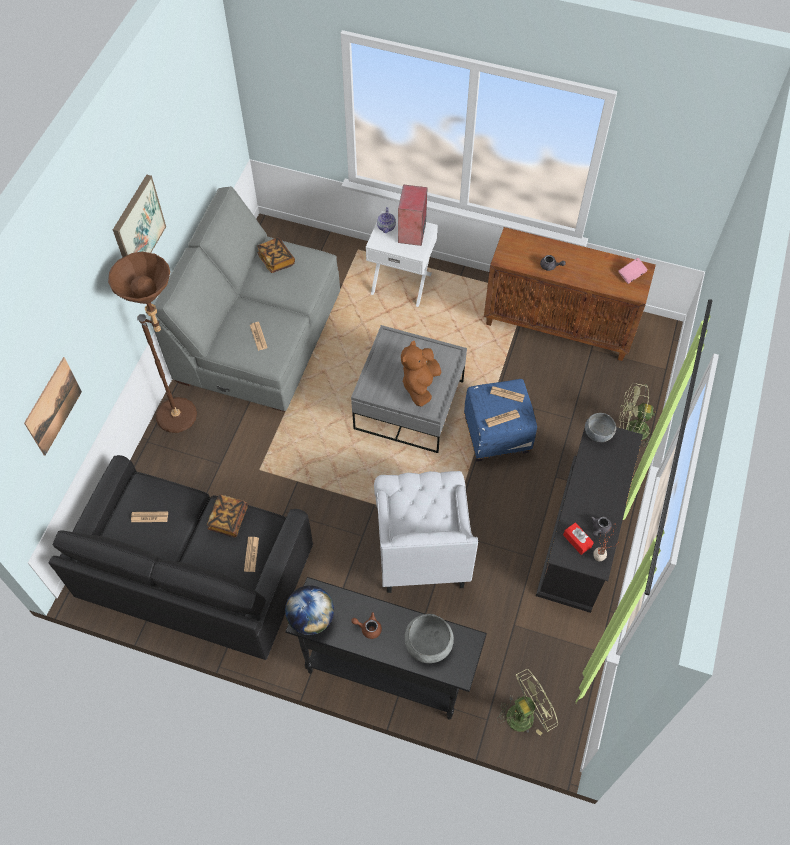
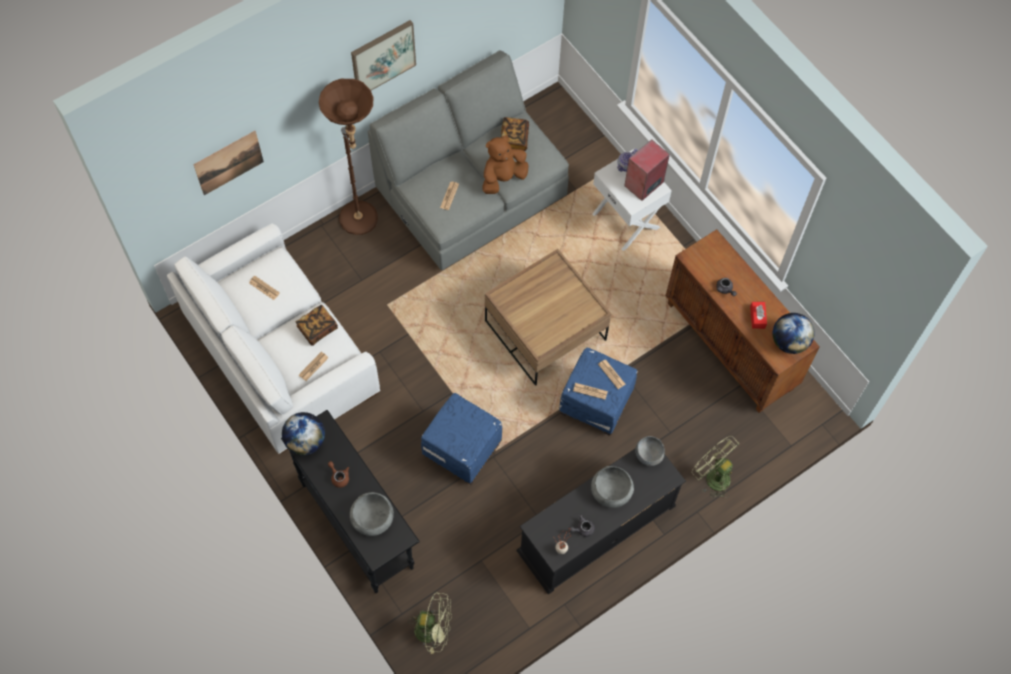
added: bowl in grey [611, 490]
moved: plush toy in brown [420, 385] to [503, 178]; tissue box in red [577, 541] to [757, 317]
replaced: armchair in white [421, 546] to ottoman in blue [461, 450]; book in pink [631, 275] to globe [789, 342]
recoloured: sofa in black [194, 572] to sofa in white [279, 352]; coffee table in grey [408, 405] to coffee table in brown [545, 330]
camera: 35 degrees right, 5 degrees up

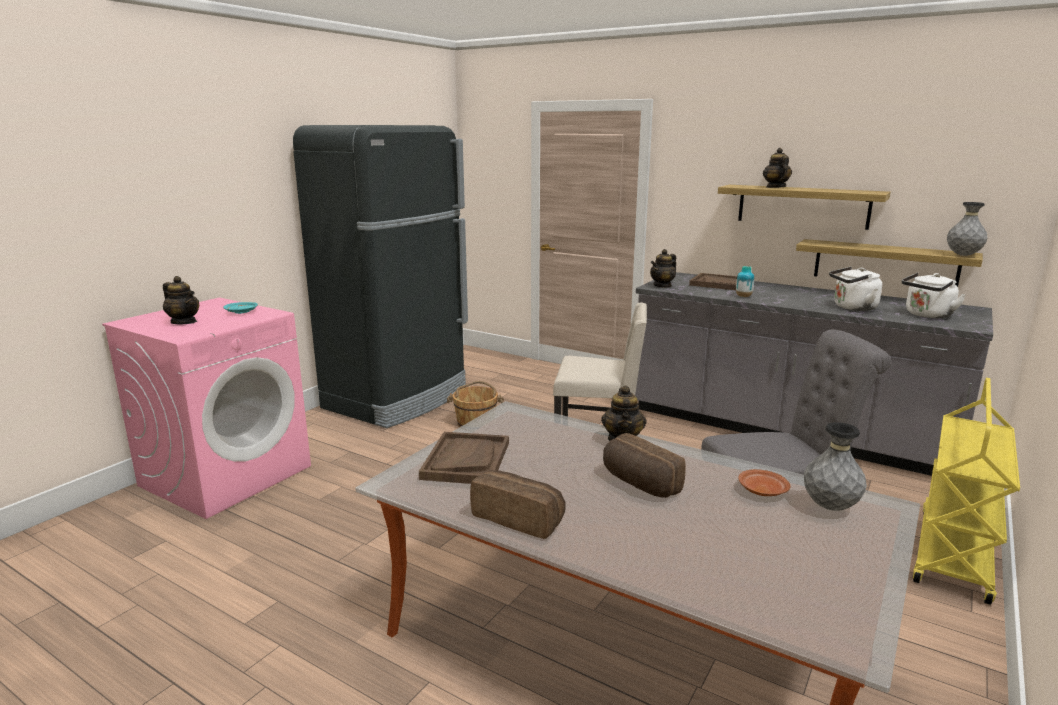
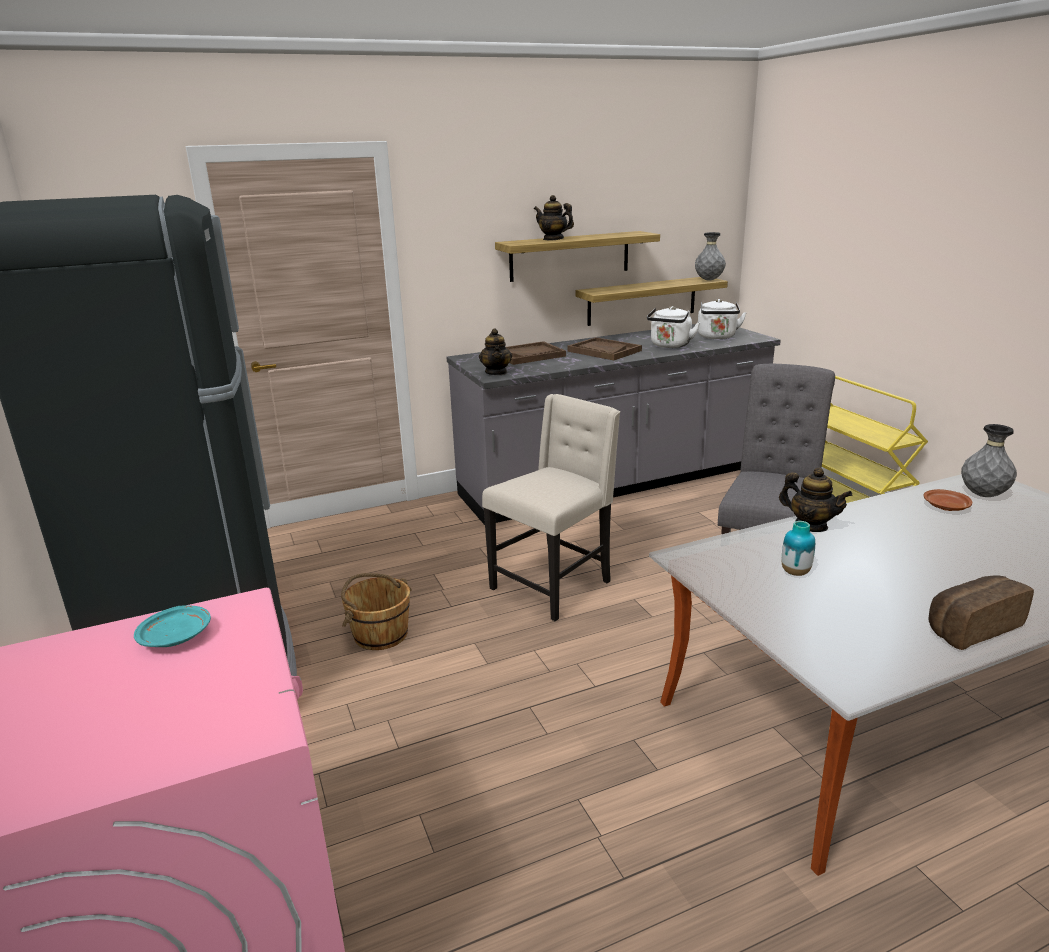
removed: teapot [184, 322]; bread [639, 483]
moved: tray in brown [466, 460] to [604, 351]; vase [743, 296] to [795, 572]
camera: 55 degrees left, 5 degrees up

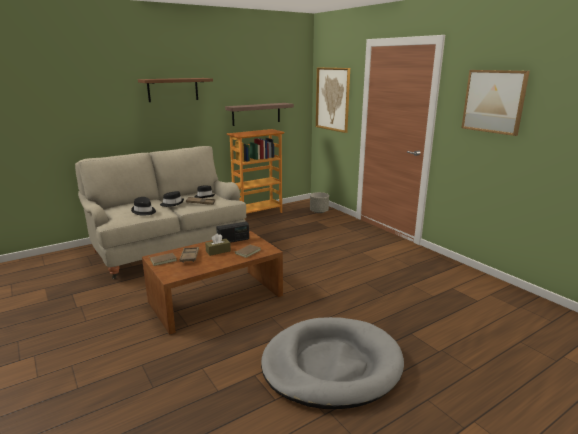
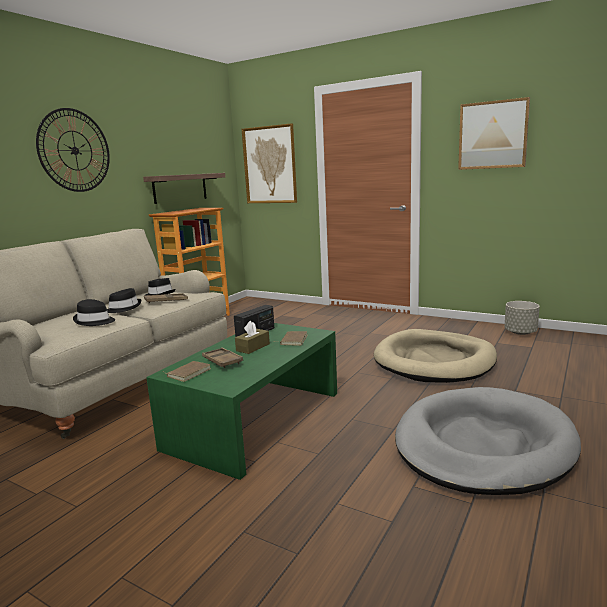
added: dog bed in beige [434, 361]
moved: planter in grey [319, 212] to [520, 332]
replaced: shelf in brown [173, 89] to wall clock [75, 150]
recoloured: coffee table in brown [216, 298] to coffee table in green [255, 419]
camera: 25 degrees left, 5 degrees down

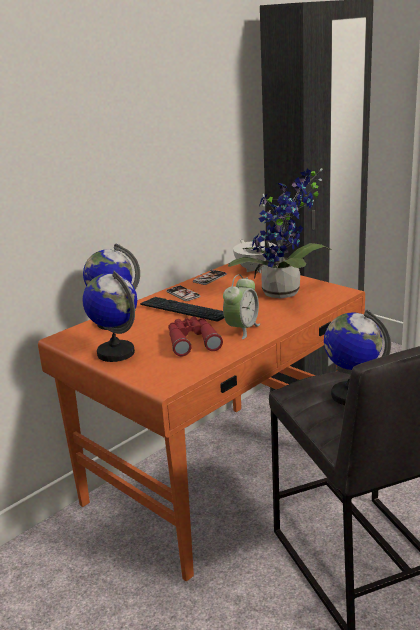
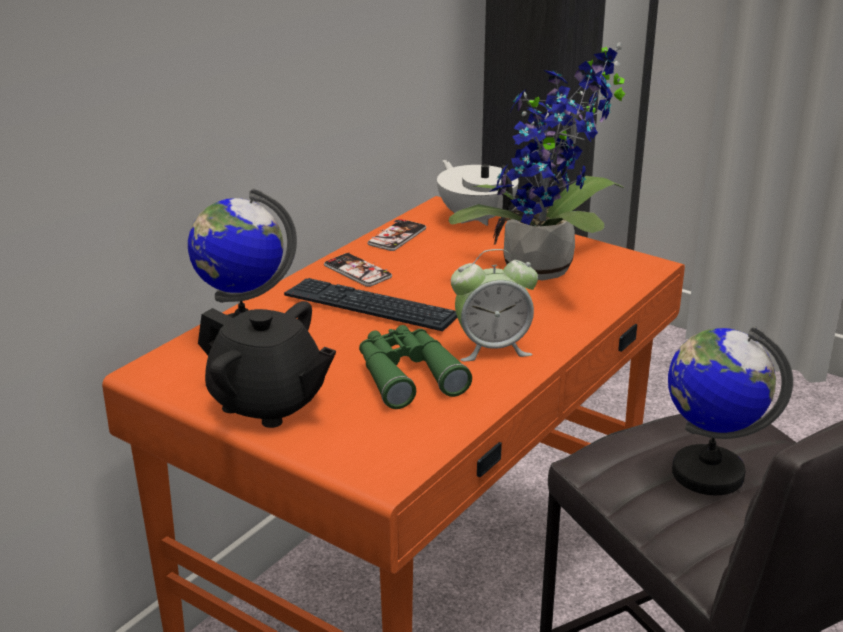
replaced: globe [116, 353] to teapot in black [268, 403]
recoloured: binoculars in red [192, 341] to binoculars in green [407, 375]
turned: alarm clock [242, 329] = [492, 348] 60 degrees clockwise
camera: 10 degrees left, 5 degrees up

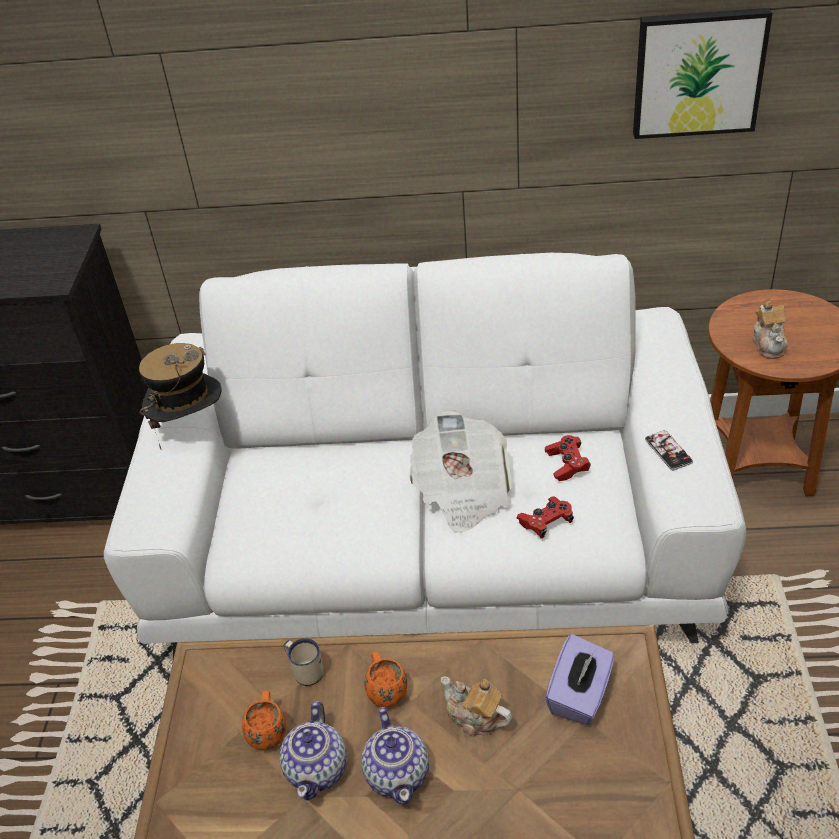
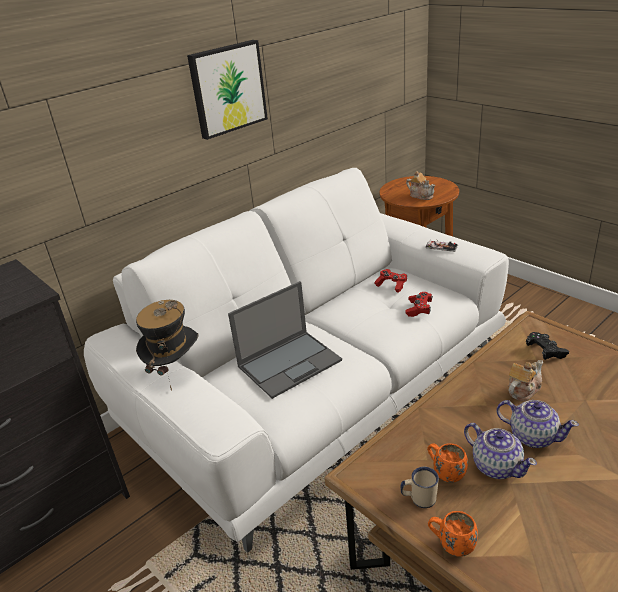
removed: newspaper [462, 491]
added: laptop [290, 363]
moved: picture [698, 73] to [227, 88]; mug in beige [305, 670] to [418, 498]; mug in orange [385, 690] to [451, 544]
replaced: tissue box in purple [580, 695] to game controller in black [545, 351]
turned: teapot [475, 717] = [523, 390] 150 degrees clockwise
camera: 45 degrees left, 10 degrees down

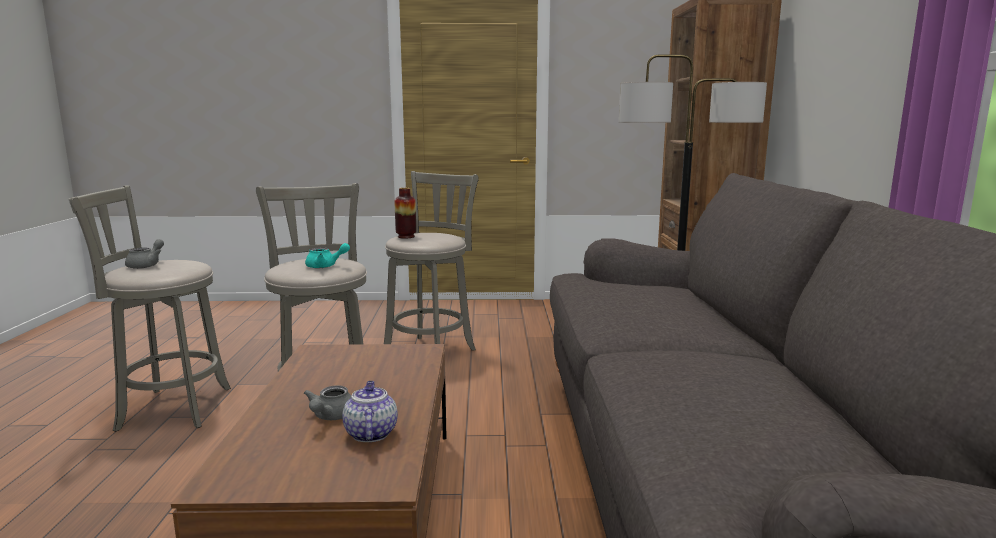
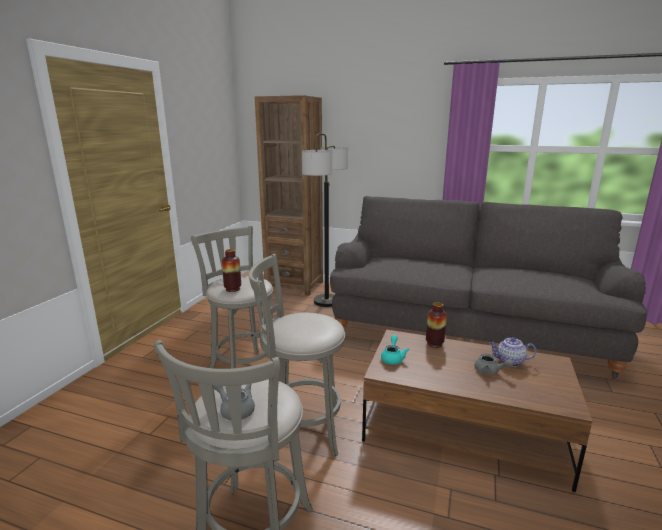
added: vase [434, 344]
moved: teapot in turquoise [325, 266] to [393, 358]
camera: 70 degrees left, 5 degrees up

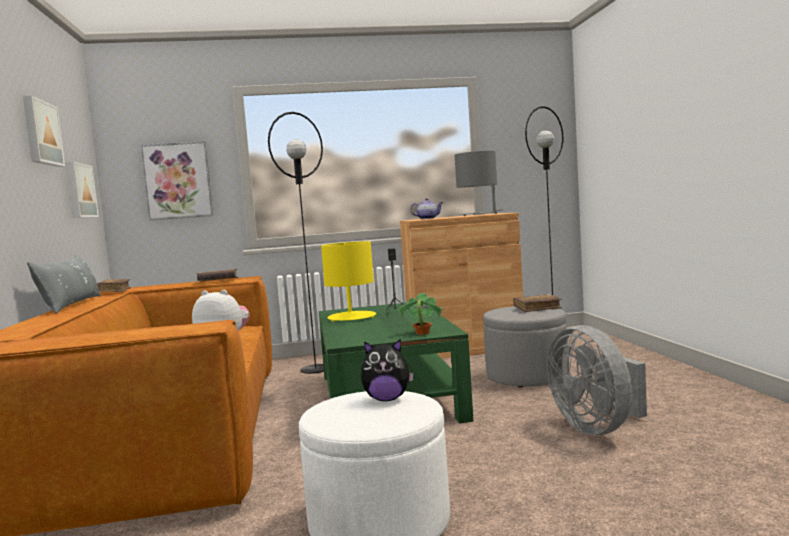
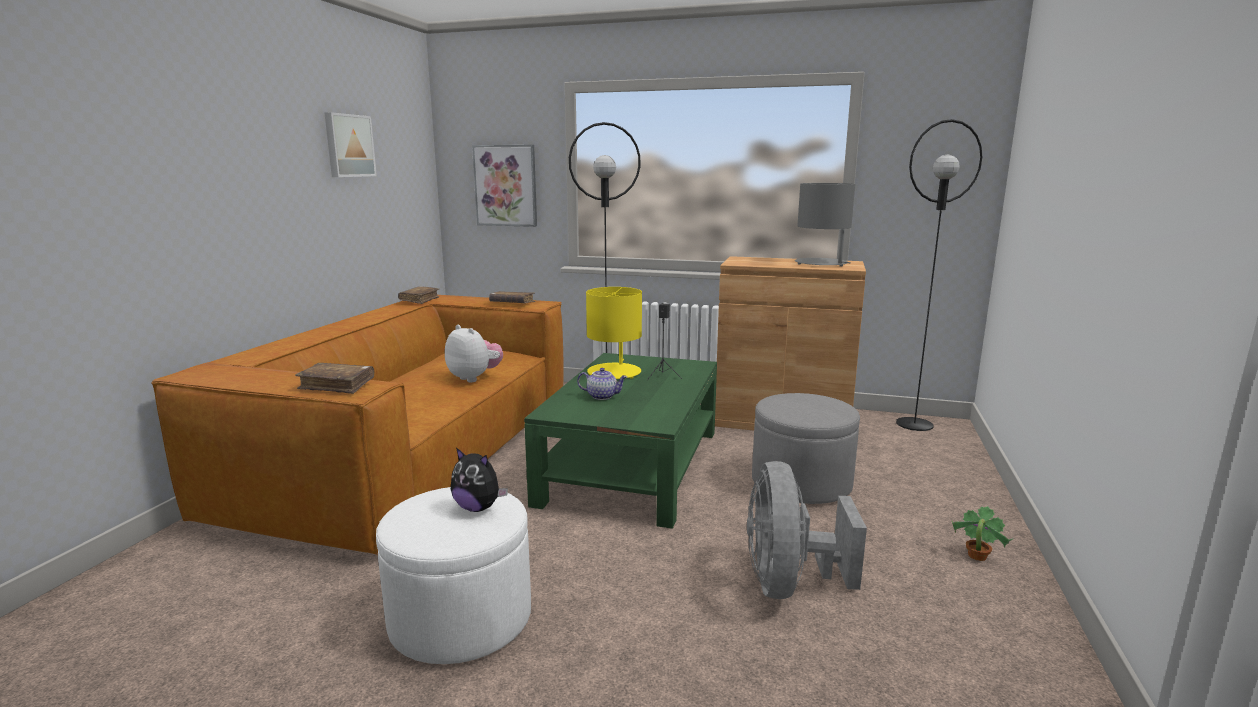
removed: pillow in grey [72, 305]; picture [79, 191]
moved: book in brown [537, 308] to [337, 385]; teapot [427, 218] to [602, 396]; potted plant [422, 333] to [976, 556]
camera: 25 degrees right, 10 degrees up

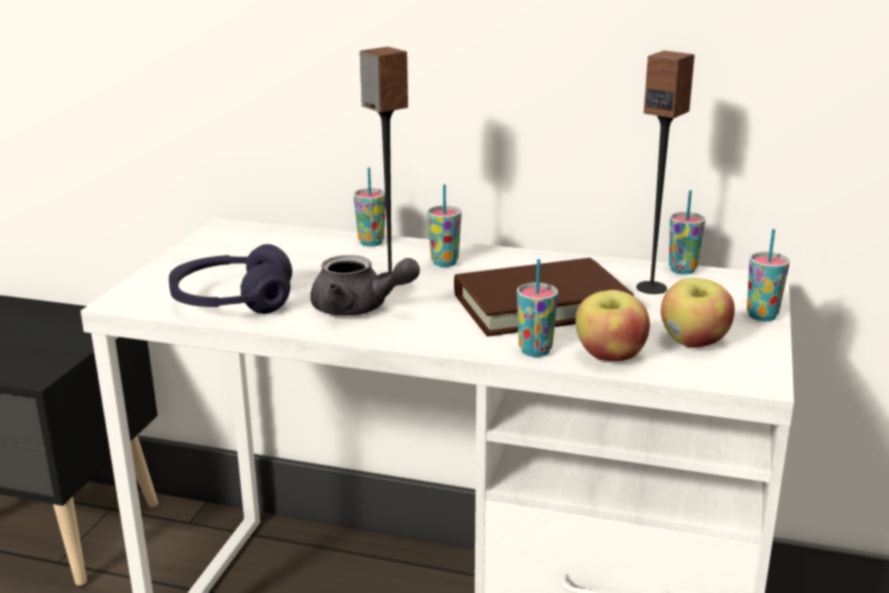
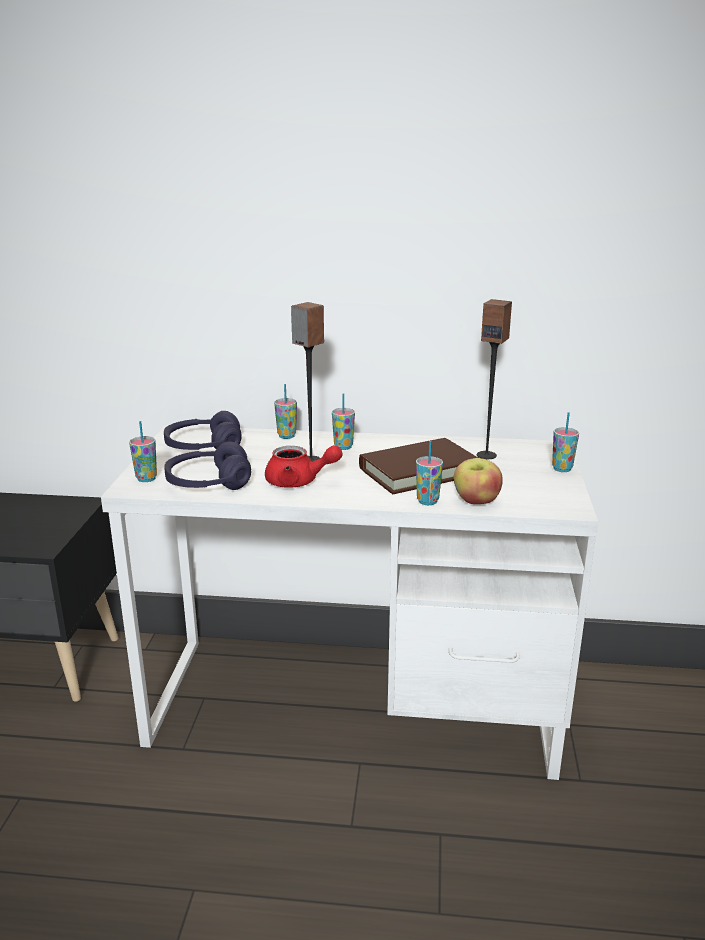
removed: apple [694, 342]
added: headphones in purple [203, 447]
moved: cup [682, 270] to [146, 479]
recoloured: teapot in grey [359, 308] to teapot in red [299, 482]
camera: 10 degrees left, 0 degrees up

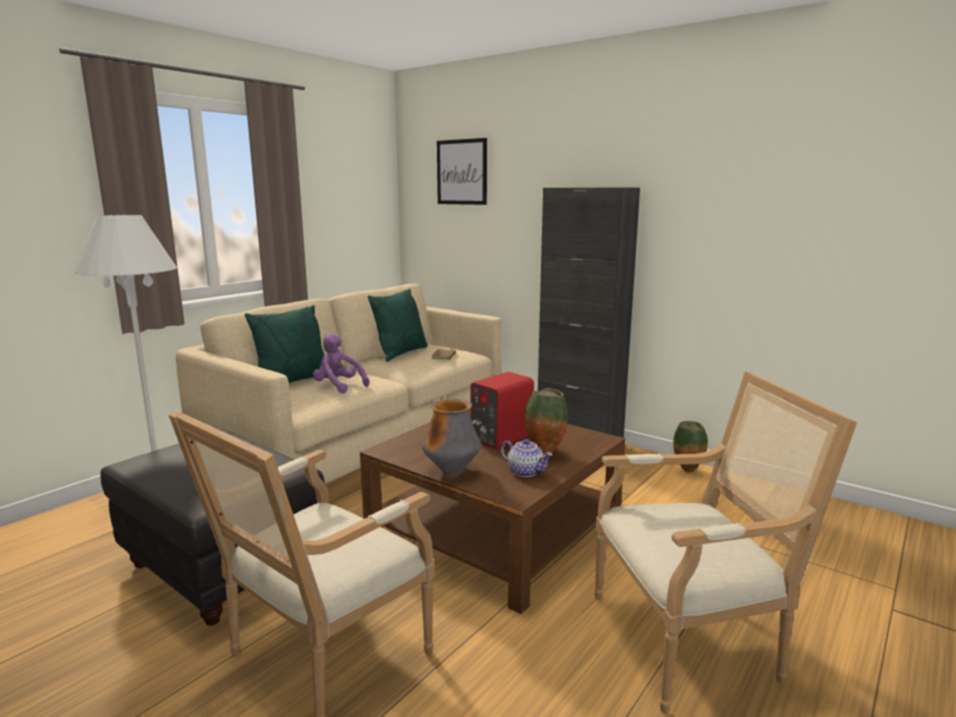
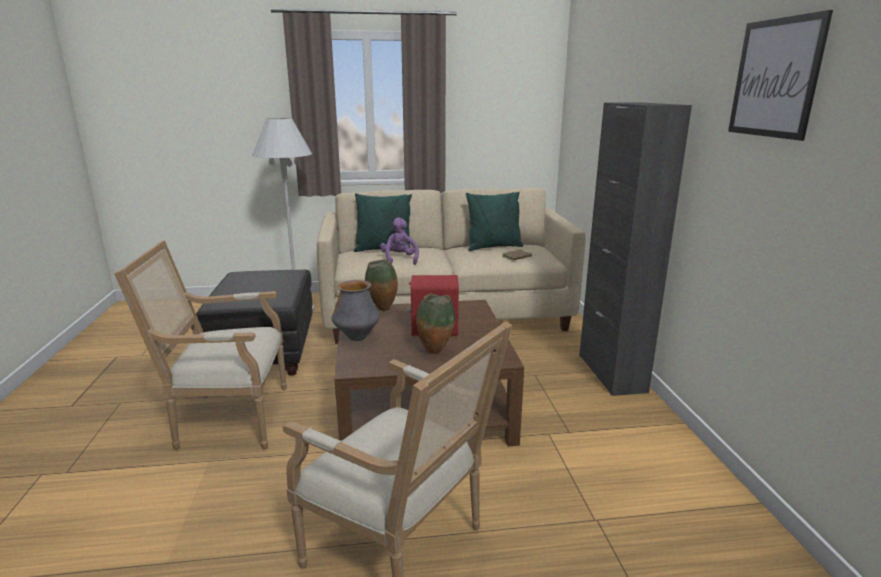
removed: teapot [525, 471]
moved: vase [688, 471] to [382, 309]; picture [462, 172] to [775, 78]
camera: 45 degrees right, 5 degrees up

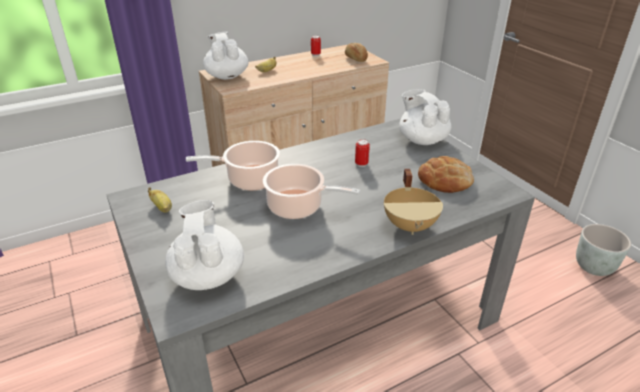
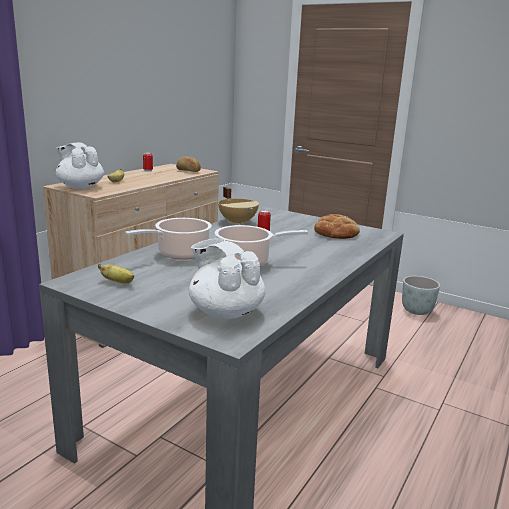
removed: teapot in white [422, 140]
moved: cooking pot in beige [411, 226] to [238, 222]
camera: 30 degrees left, 15 degrees down

